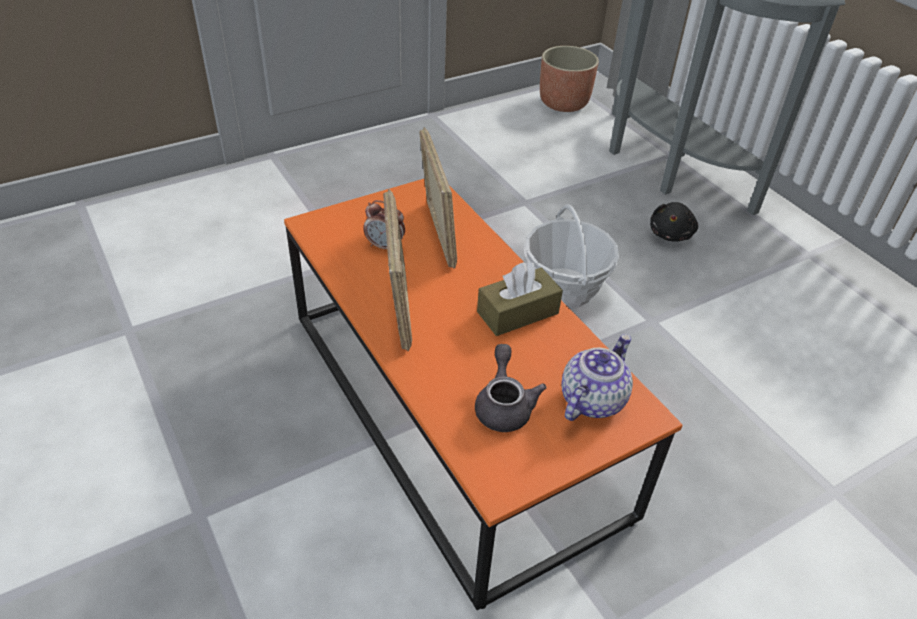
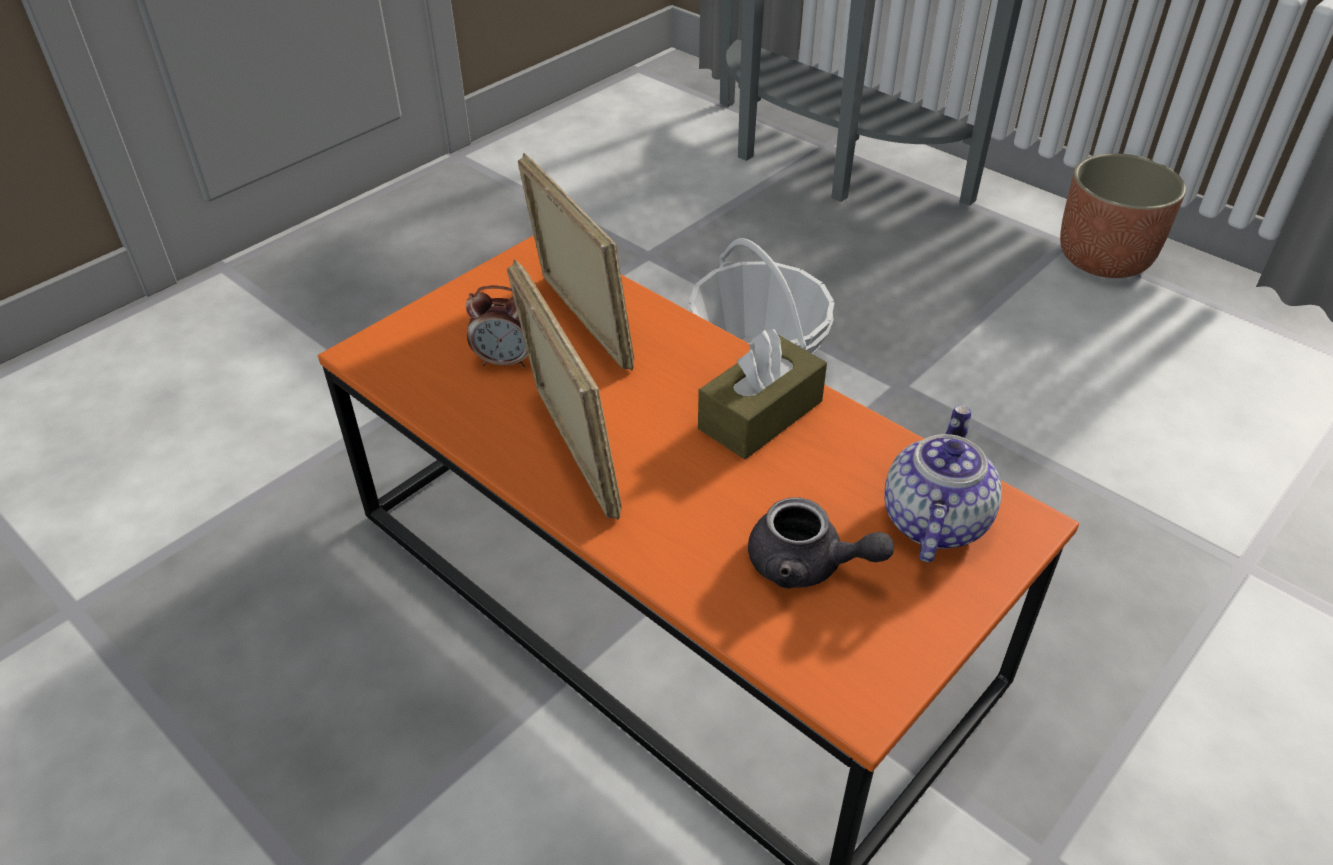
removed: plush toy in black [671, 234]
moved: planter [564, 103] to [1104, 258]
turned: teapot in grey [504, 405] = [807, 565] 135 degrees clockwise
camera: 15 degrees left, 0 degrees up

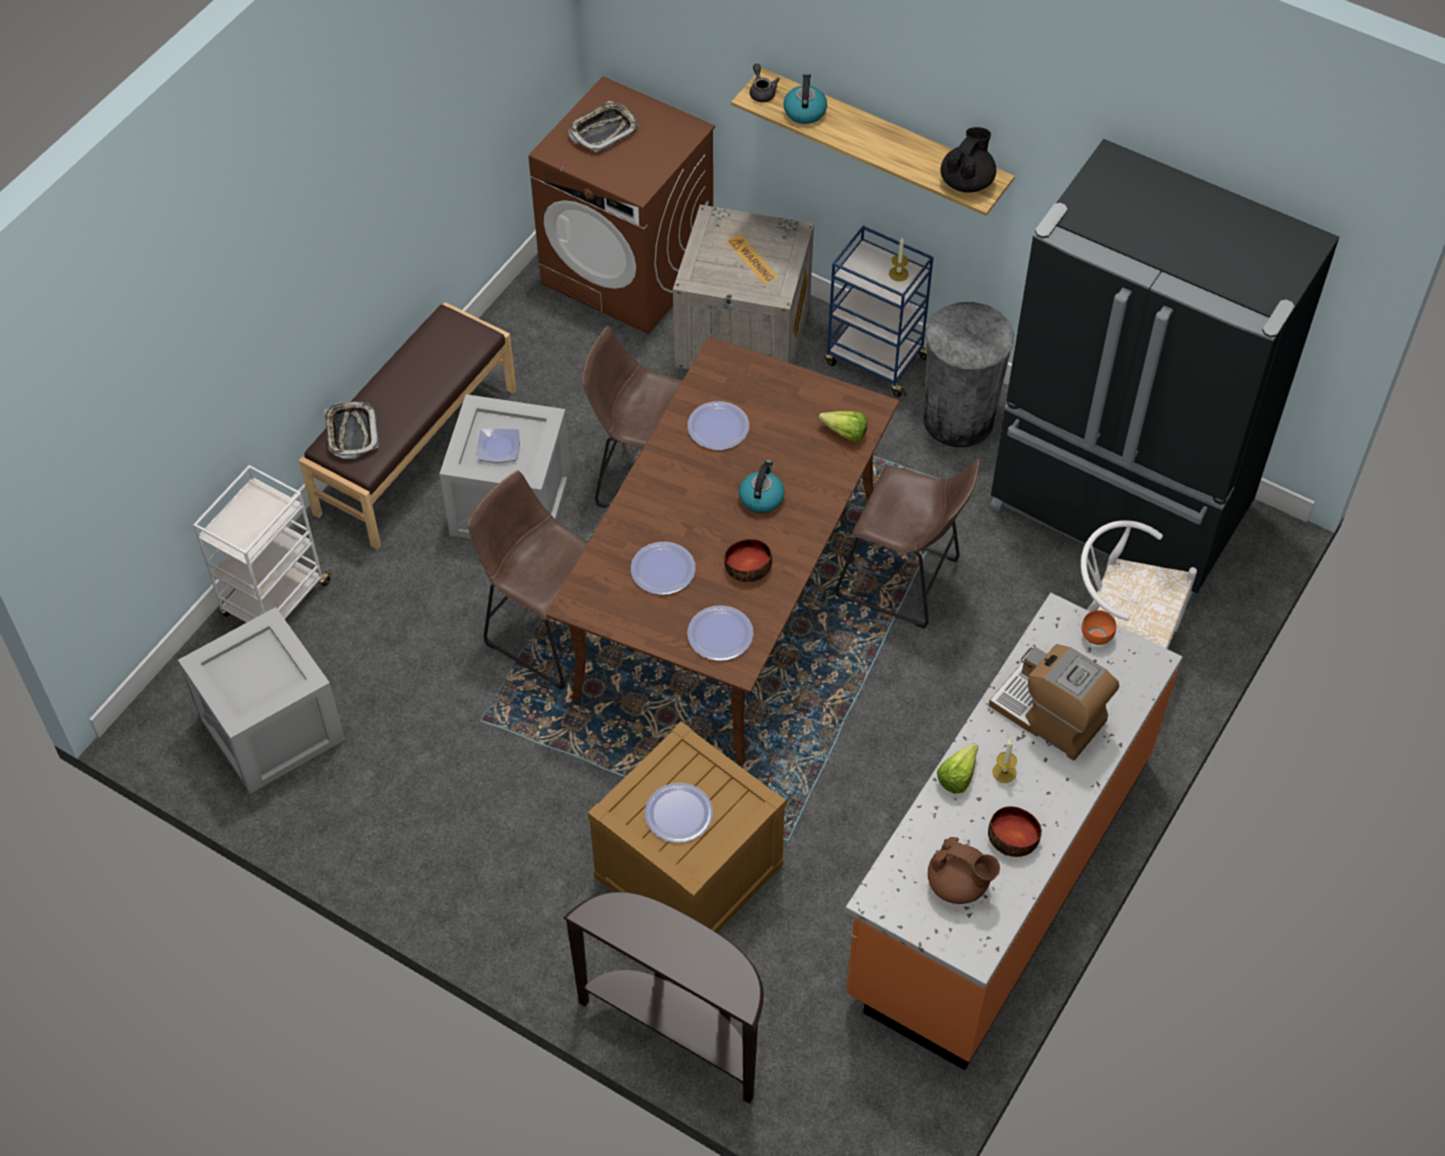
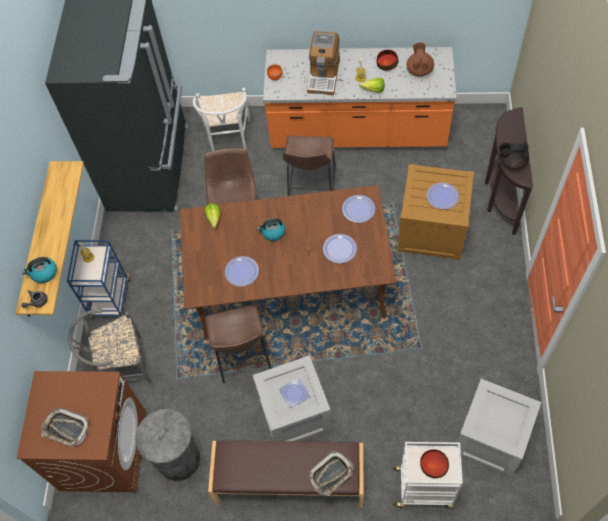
moved: trash can in grey [958, 419] to [179, 459]; stool in brown [546, 630] to [311, 188]; bowl [748, 566] to [433, 465]; teapot in black [967, 181] to [511, 162]
replaced: crate [745, 333] to chair in grey [121, 366]
camera: 115 degrees left, 5 degrees up

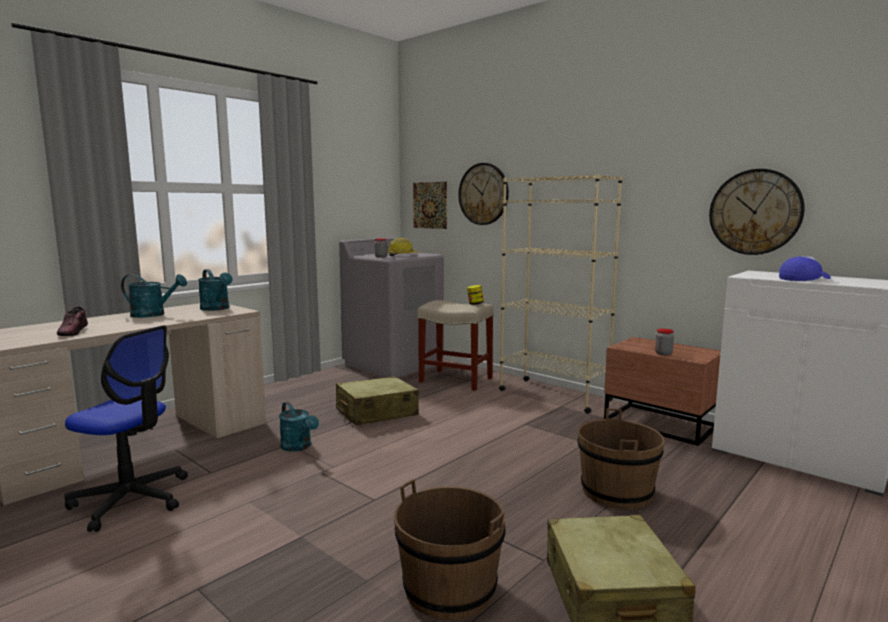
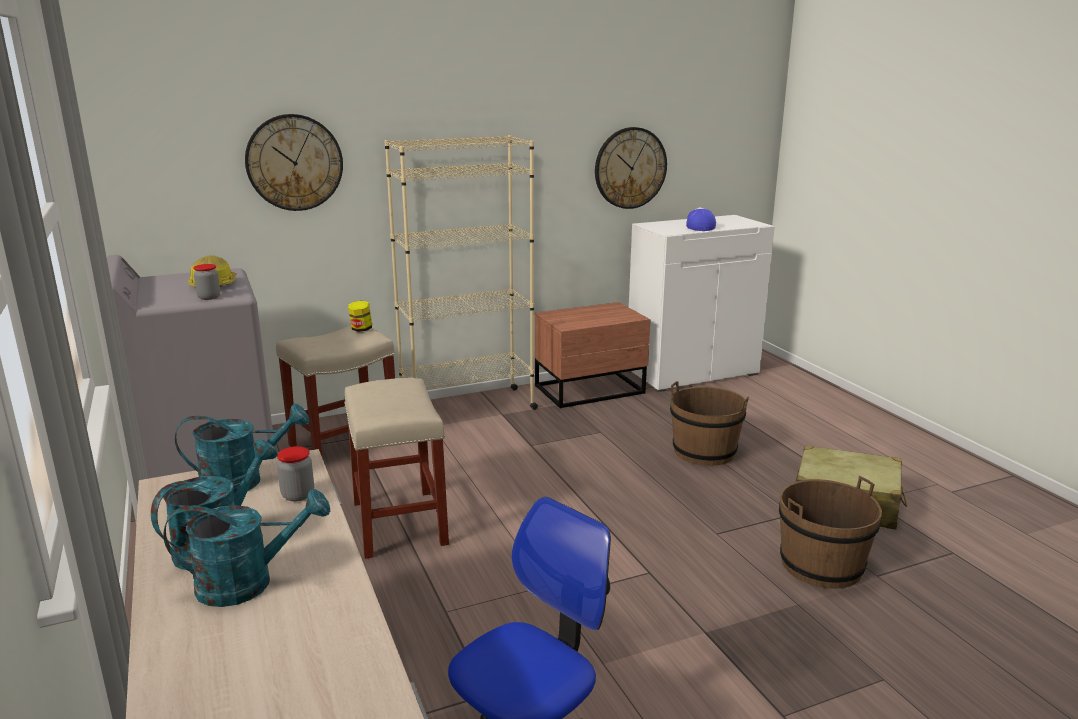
removed: shoe [73, 332]; picture [430, 205]
moved: watering can in turquoise [299, 447] to [249, 583]; jar [663, 353] to [298, 495]
replaced: suitcase in beige [376, 413] to stool in beige [400, 524]
camera: 65 degrees left, 10 degrees up

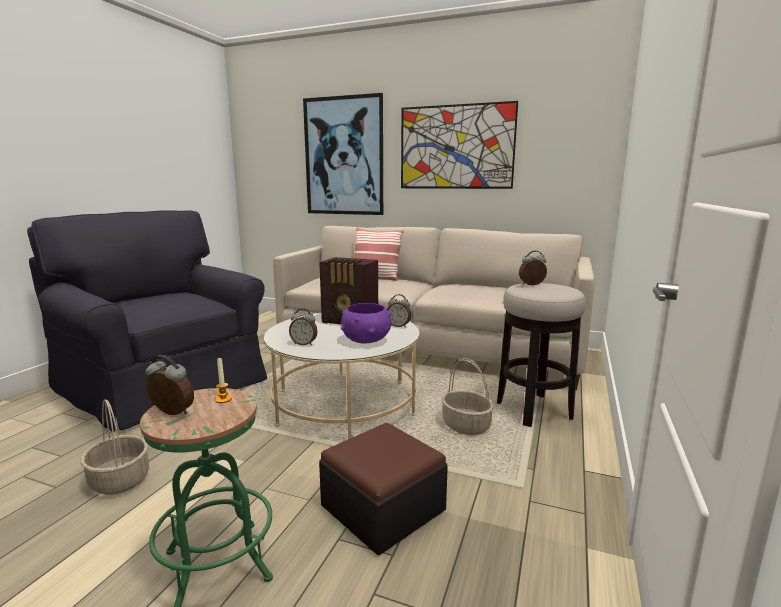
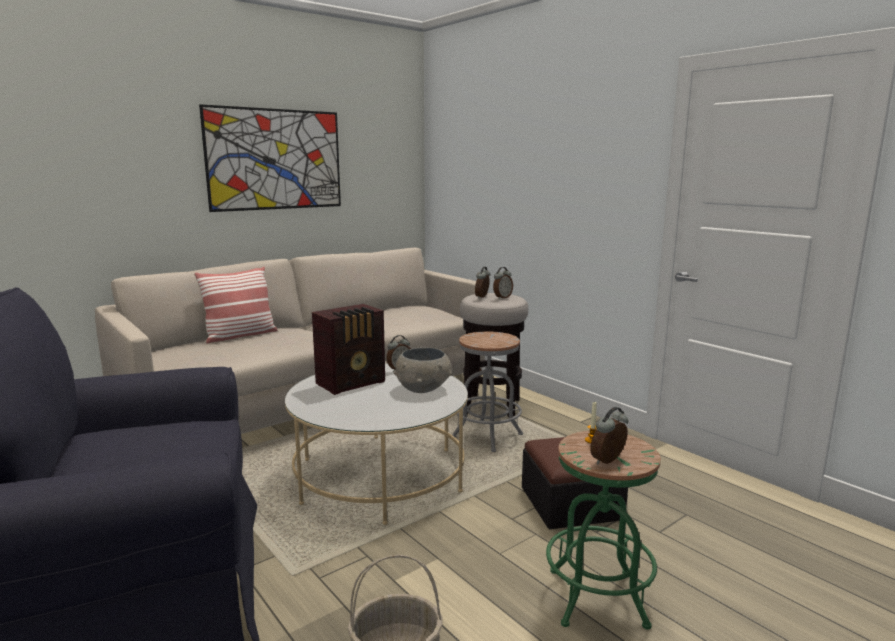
removed: picture [344, 156]
moved: alarm clock [304, 344] to [502, 297]
replaced: basket [467, 425] to stool in grey [487, 436]
recoloured: bowl in purple [366, 340] to bowl in grey [423, 389]
camera: 60 degrees left, 0 degrees up

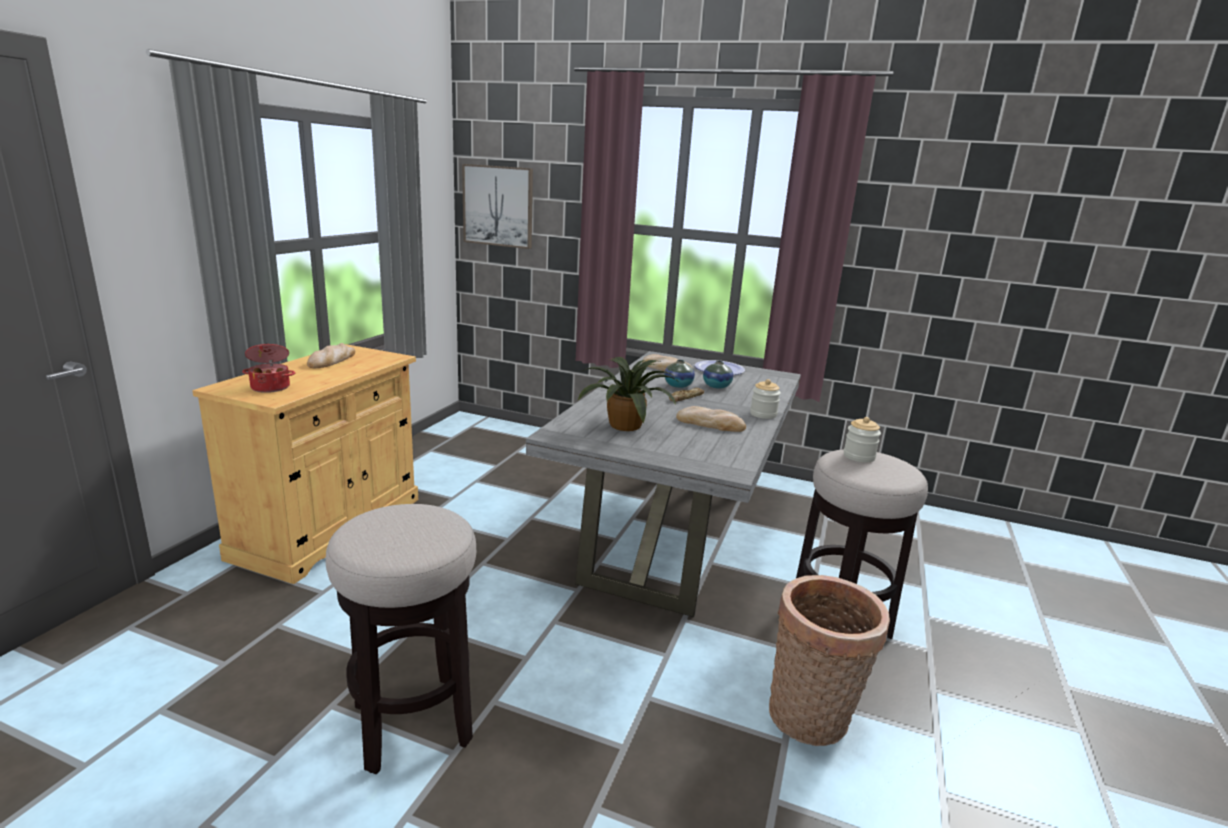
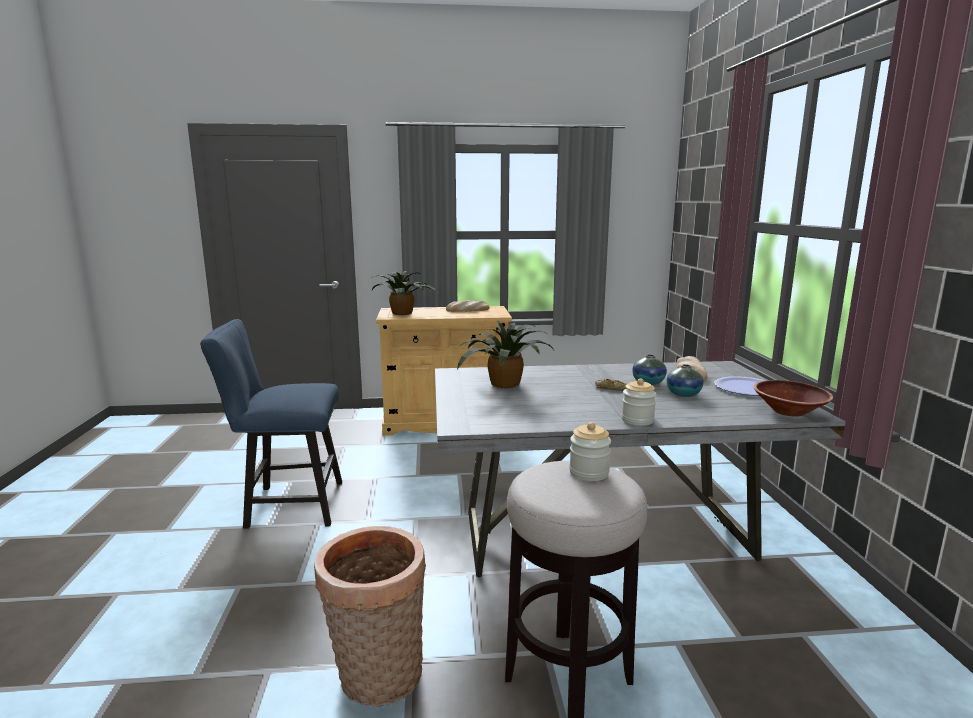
removed: picture [498, 206]; bread [710, 423]
added: bowl in brown [789, 411]
replaced: stool [412, 723] to chair in blue [287, 505]; cooking pot [271, 387] to potted plant [404, 313]
camera: 65 degrees right, 5 degrees down

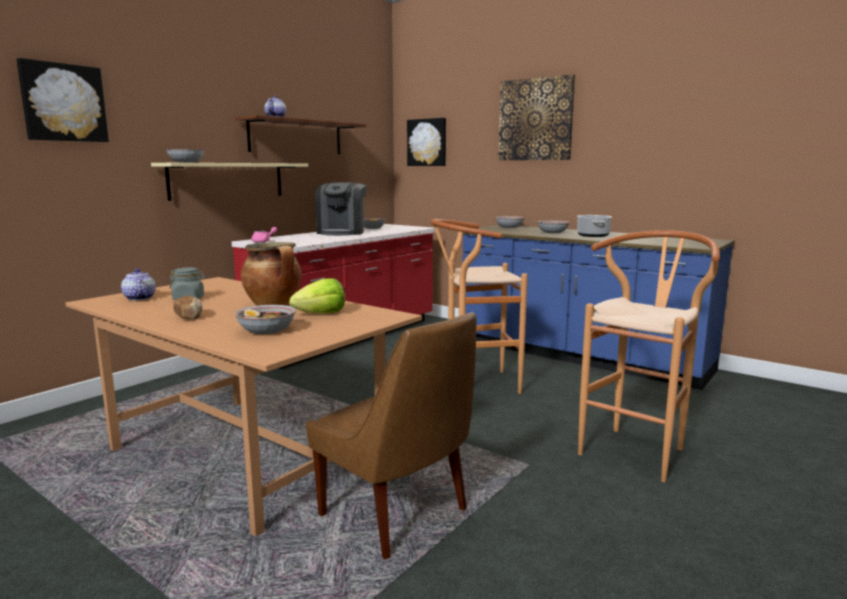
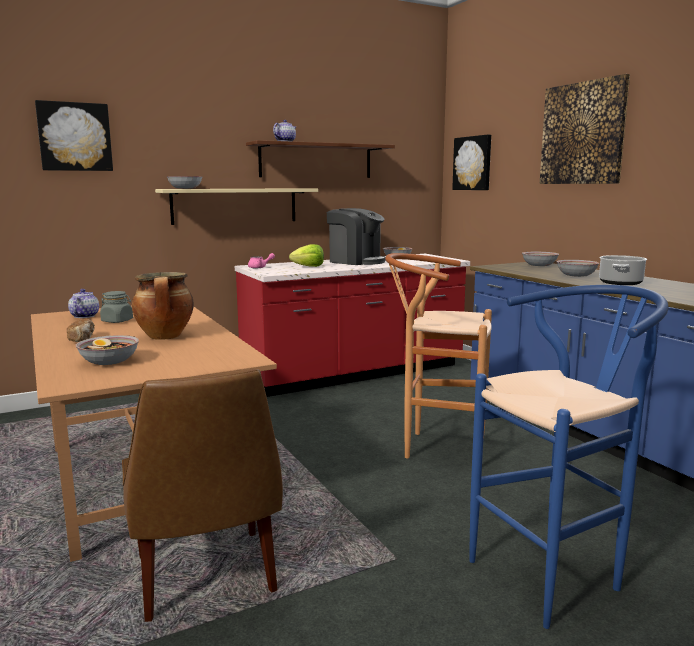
moved: lettuce [321, 314] to [309, 266]
recoloured: stool in brown [637, 449] to stool in blue [555, 574]
turned: coffee machine [342, 232] = [356, 261] 90 degrees counterclockwise
camera: 25 degrees right, 0 degrees up

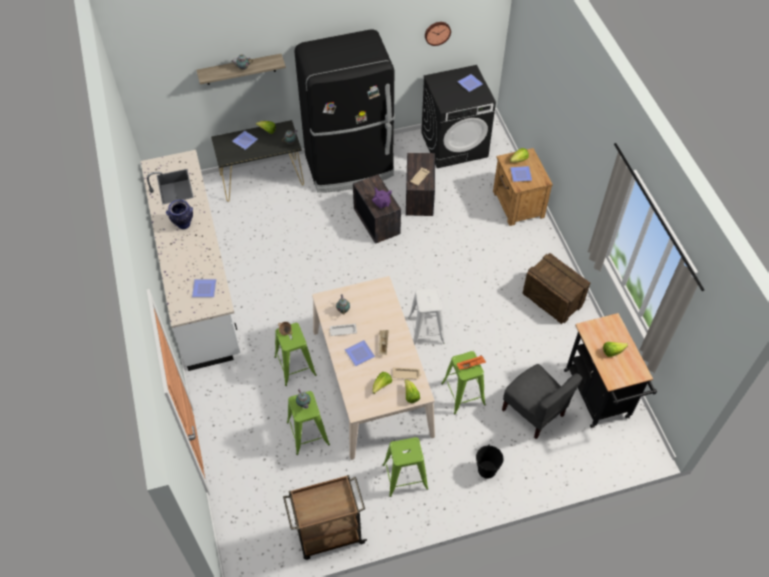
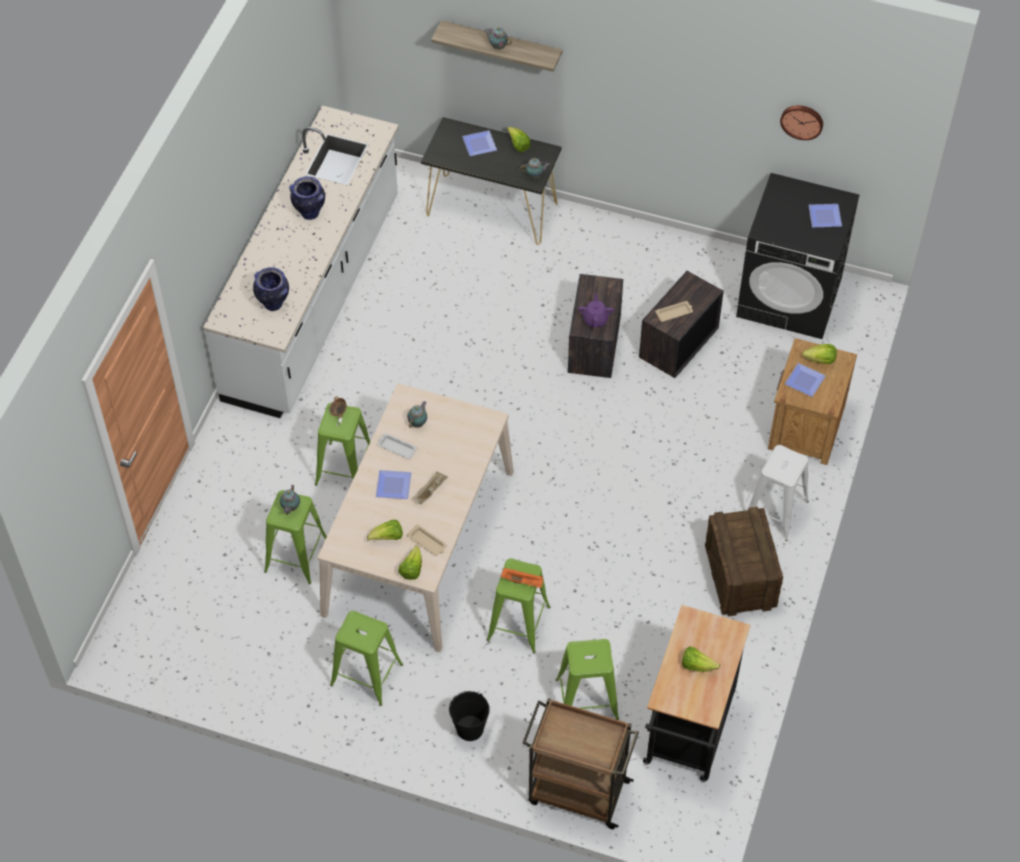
removed: fridge in black [350, 167]
moved: cart in brown [328, 534] to [576, 791]; stool in white [426, 330] to [776, 511]
replaced: plate [205, 288] to vase [274, 304]; chair in grey [533, 412] to stool in green [587, 699]
camera: 35 degrees right, 0 degrees up

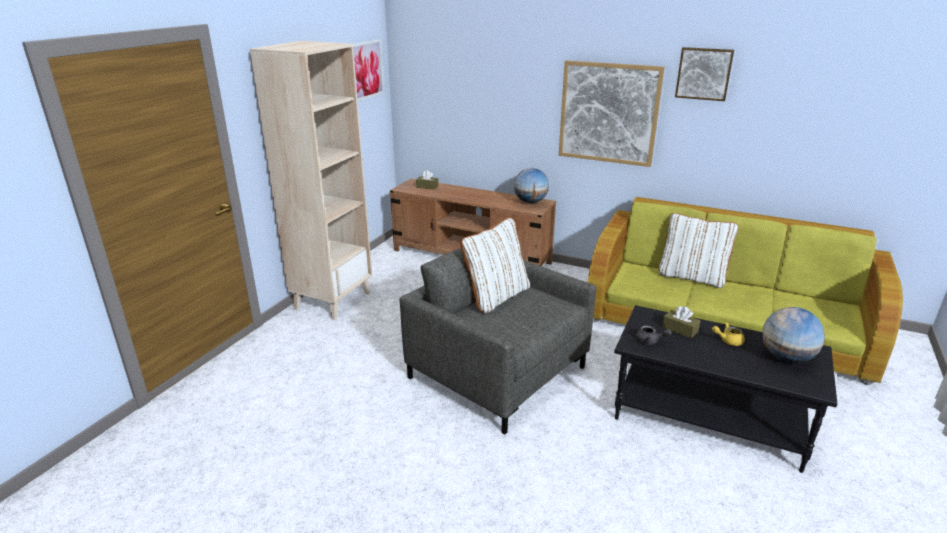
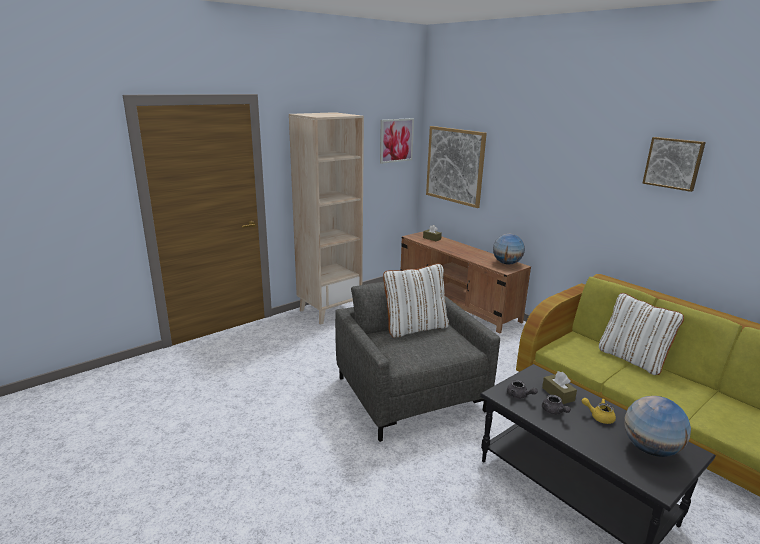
added: teapot in grey [554, 412]
moved: picture [608, 113] to [455, 165]
camera: 25 degrees right, 5 degrees down

